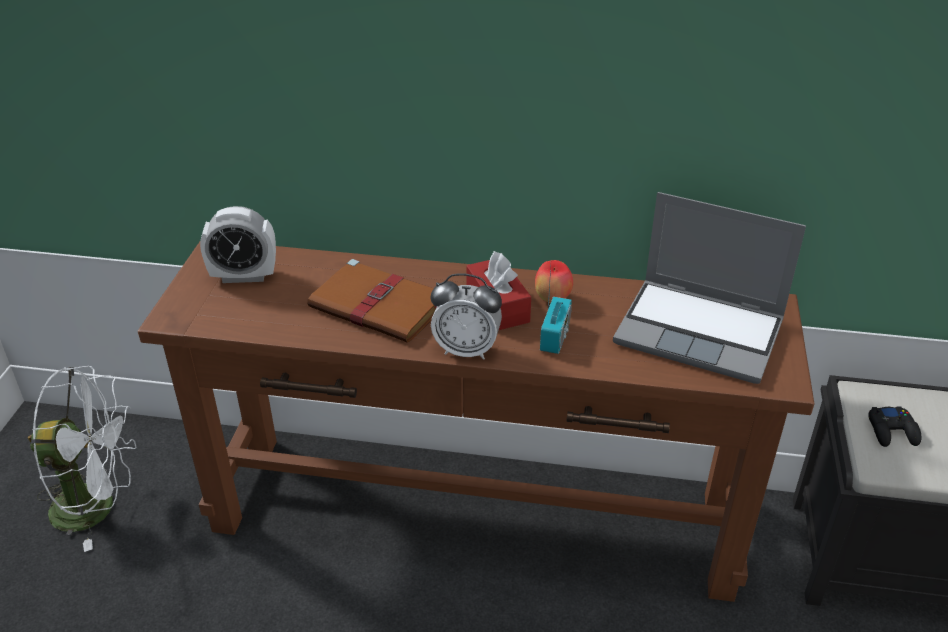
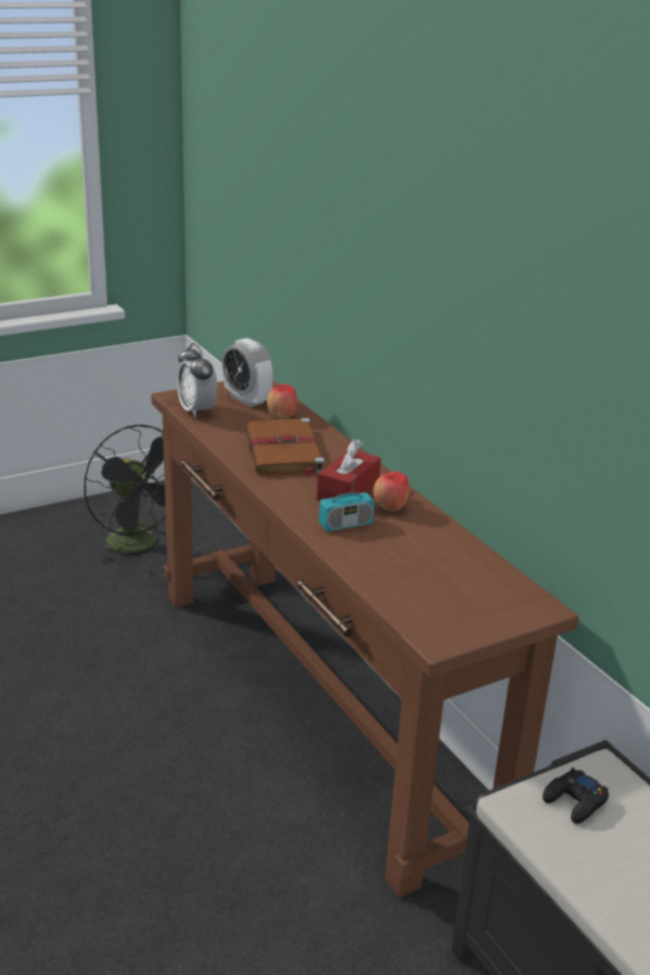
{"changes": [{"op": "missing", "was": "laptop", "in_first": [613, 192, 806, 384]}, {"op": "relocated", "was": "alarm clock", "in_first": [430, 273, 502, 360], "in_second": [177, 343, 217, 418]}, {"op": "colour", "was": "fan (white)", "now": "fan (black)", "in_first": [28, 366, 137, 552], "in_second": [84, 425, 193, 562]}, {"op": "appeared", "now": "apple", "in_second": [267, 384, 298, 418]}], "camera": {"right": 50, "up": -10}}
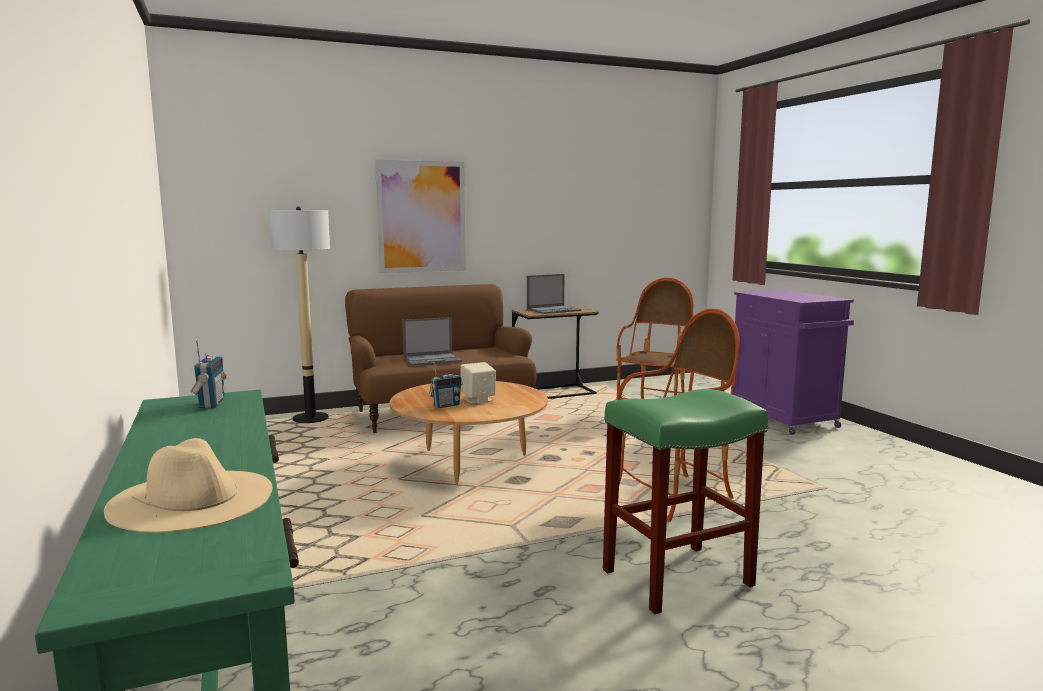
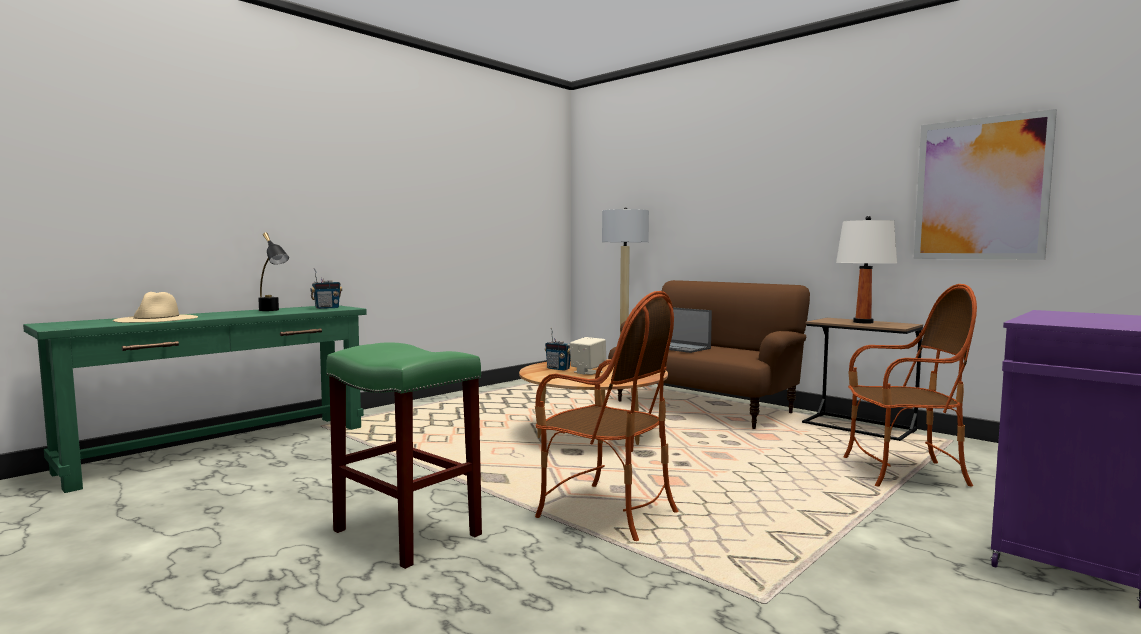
{"changes": [{"op": "relocated", "was": "picture", "in_first": [375, 160, 466, 273], "in_second": [914, 109, 1057, 260]}, {"op": "exchanged", "was": "laptop", "now": "table lamp (white)", "in_first": [527, 274, 582, 314], "in_second": [836, 216, 897, 324]}, {"op": "appeared", "now": "table lamp (black)", "in_second": [258, 232, 289, 311]}], "camera": {"right": 65, "up": -5}}
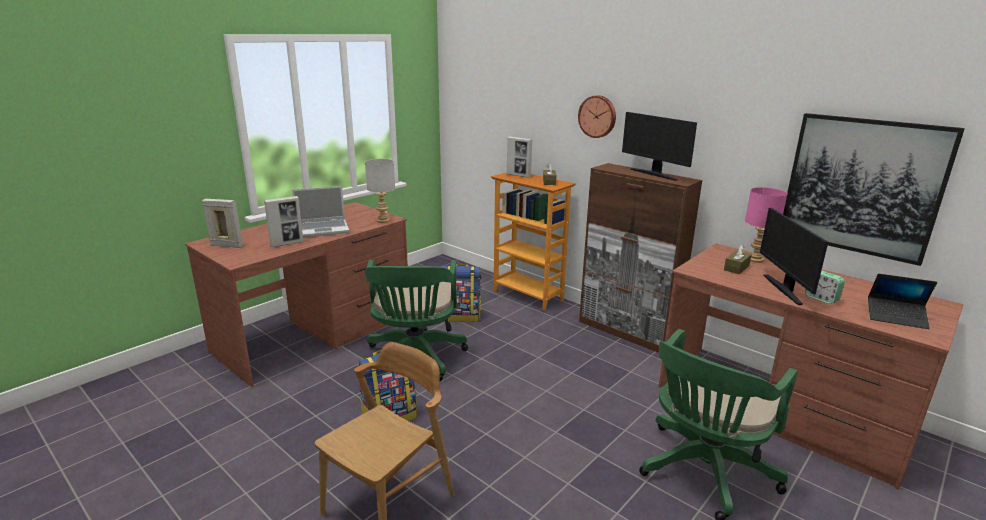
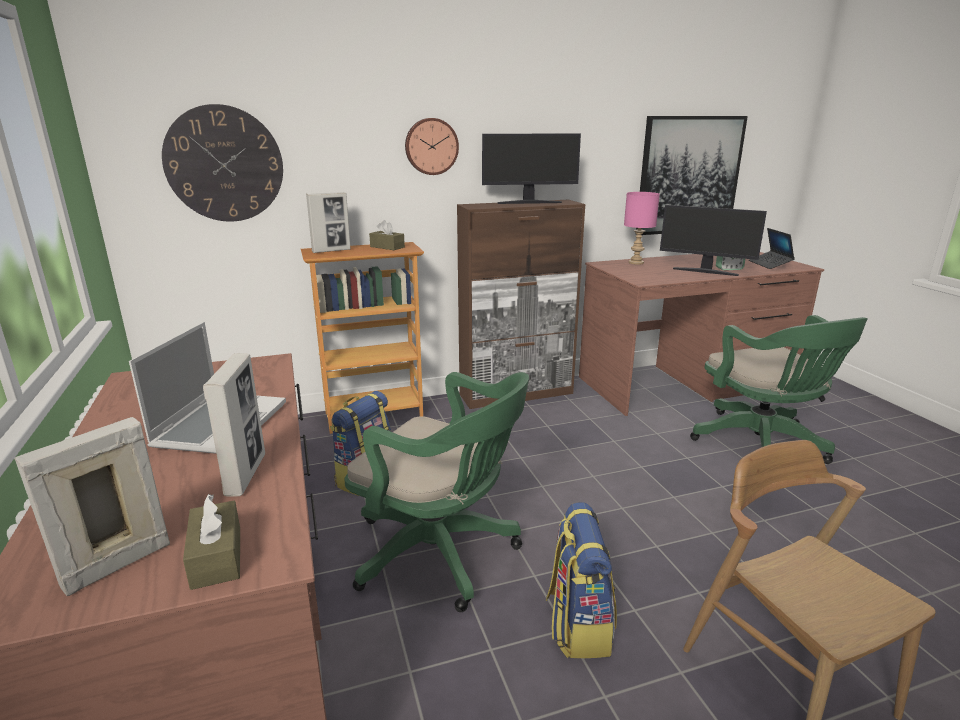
{"changes": [{"op": "missing", "was": "table lamp (grey)", "in_first": [365, 159, 395, 223]}, {"op": "relocated", "was": "tissue box (brown)", "in_first": [724, 245, 752, 274], "in_second": [183, 494, 240, 590]}, {"op": "spun", "was": "laptop", "in_first": [868, 274, 937, 329], "in_second": [749, 228, 795, 269], "clockwise": 120}, {"op": "appeared", "now": "wall clock", "in_second": [162, 104, 283, 222]}], "camera": {"right": -60, "up": 0}}
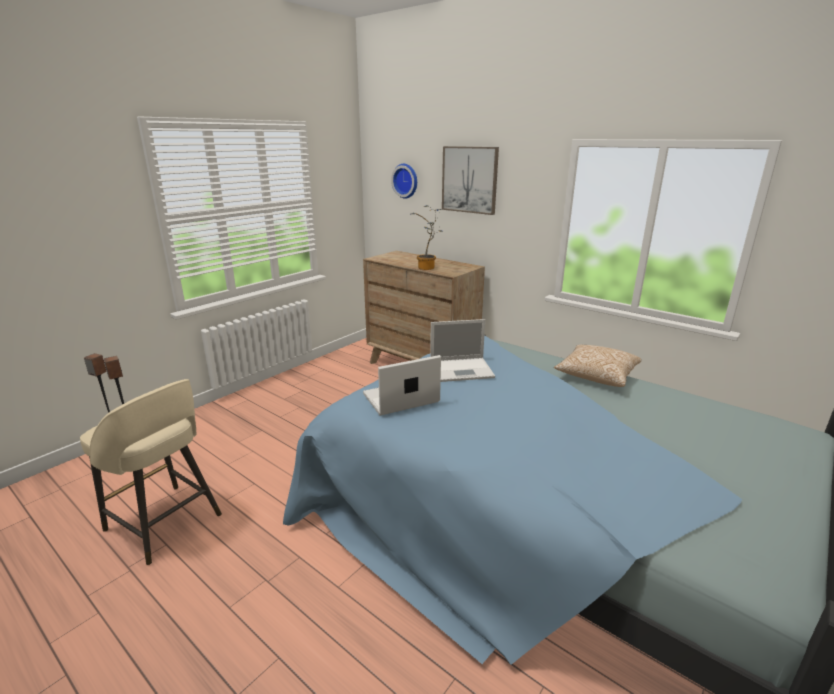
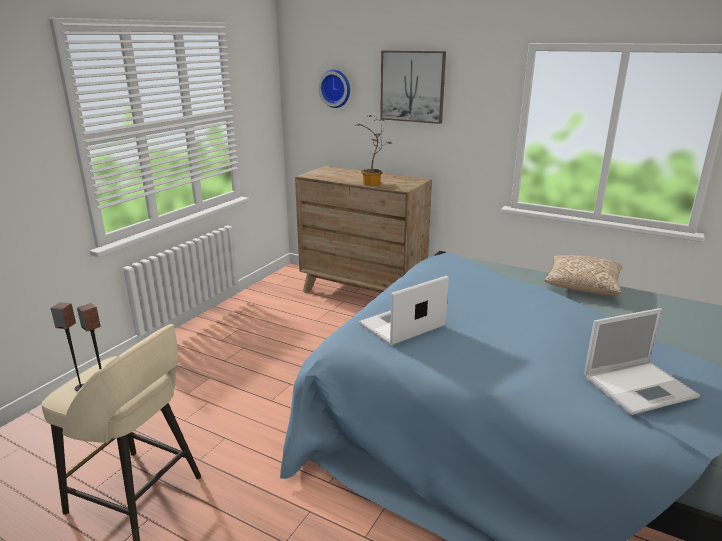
{"changes": [{"op": "relocated", "was": "laptop", "in_first": [430, 319, 495, 382], "in_second": [584, 308, 700, 415]}], "camera": {"right": -10, "up": 0}}
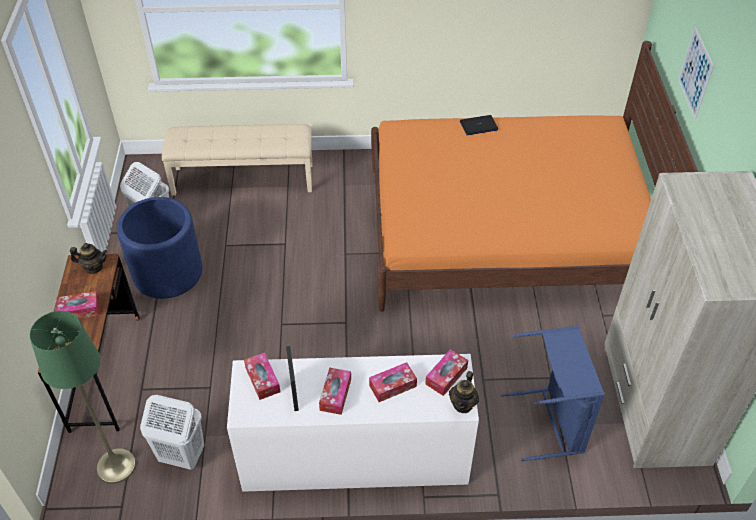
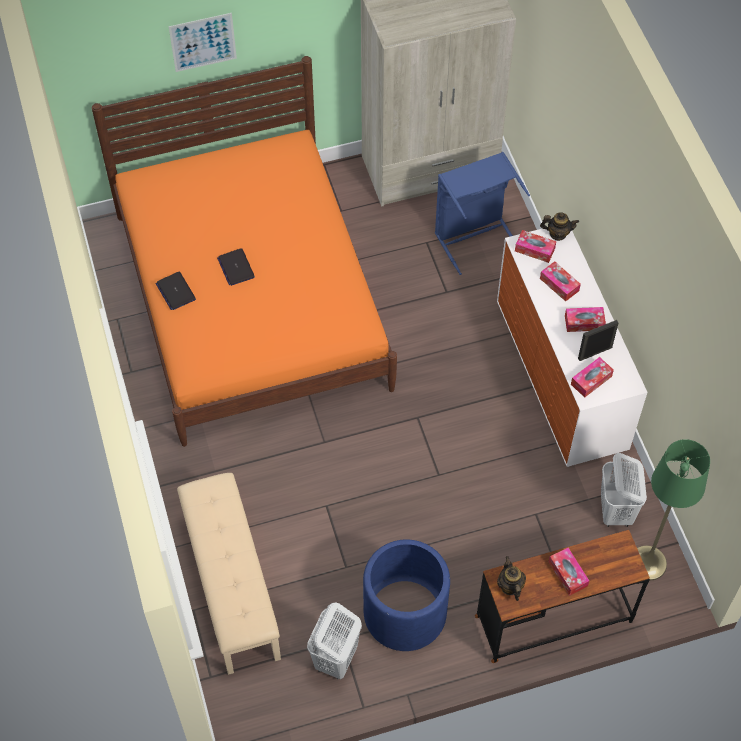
{"changes": [{"op": "appeared", "now": "laptop", "in_second": [217, 248, 255, 286]}], "camera": {"right": -105, "up": 10}}
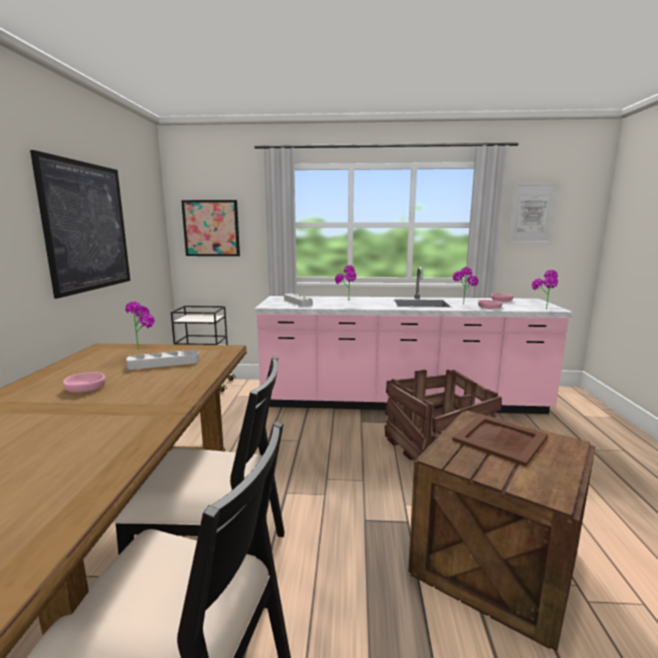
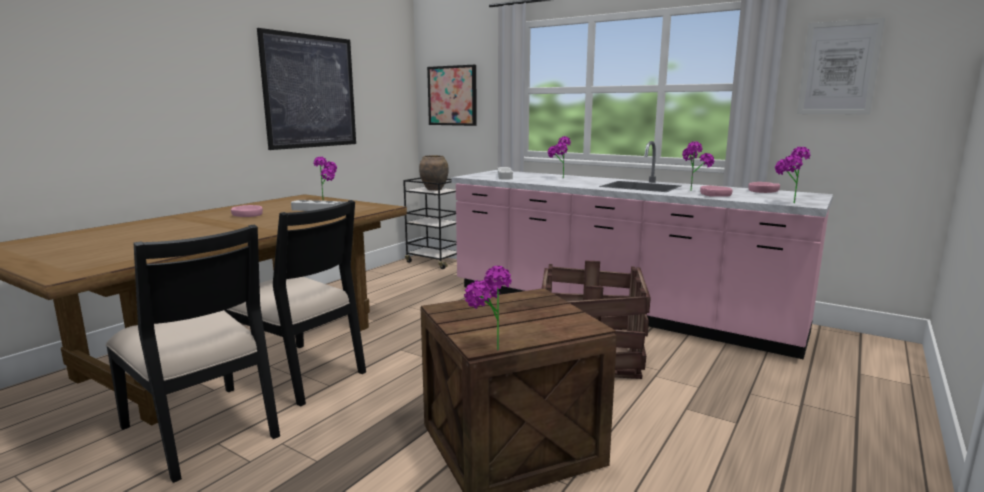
{"changes": [{"op": "missing", "was": "tray (brown)", "in_first": [452, 414, 548, 466]}, {"op": "appeared", "now": "vase (brown)", "in_second": [419, 155, 449, 190]}, {"op": "appeared", "now": "potted plant", "in_second": [464, 266, 511, 351]}], "camera": {"right": 30, "up": 0}}
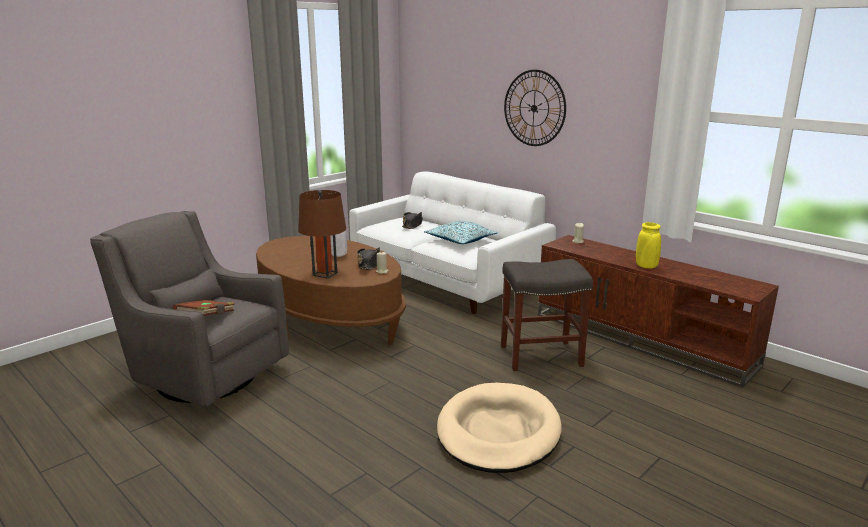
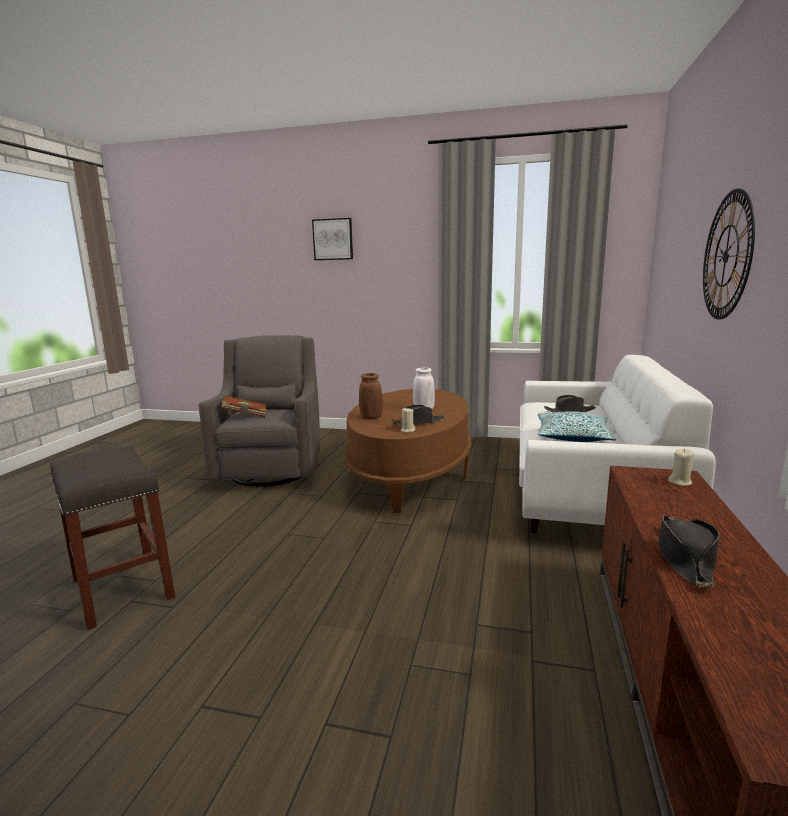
{"changes": [{"op": "exchanged", "was": "table lamp (brown)", "now": "vase (brown)", "in_first": [298, 190, 346, 278], "in_second": [359, 373, 383, 419]}, {"op": "exchanged", "was": "vase (yellow)", "now": "hat (black)", "in_first": [636, 222, 661, 269], "in_second": [658, 515, 720, 588]}, {"op": "relocated", "was": "stool (grey)", "in_first": [501, 259, 593, 371], "in_second": [50, 446, 175, 630]}, {"op": "missing", "was": "dog bed (beige)", "in_first": [437, 383, 562, 473]}, {"op": "appeared", "now": "picture", "in_second": [312, 218, 353, 260]}], "camera": {"right": 60, "up": -5}}
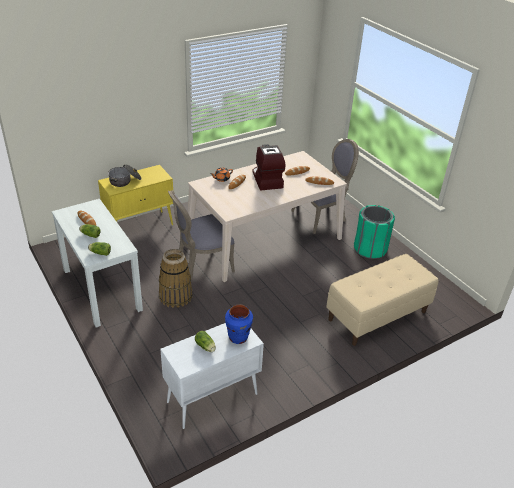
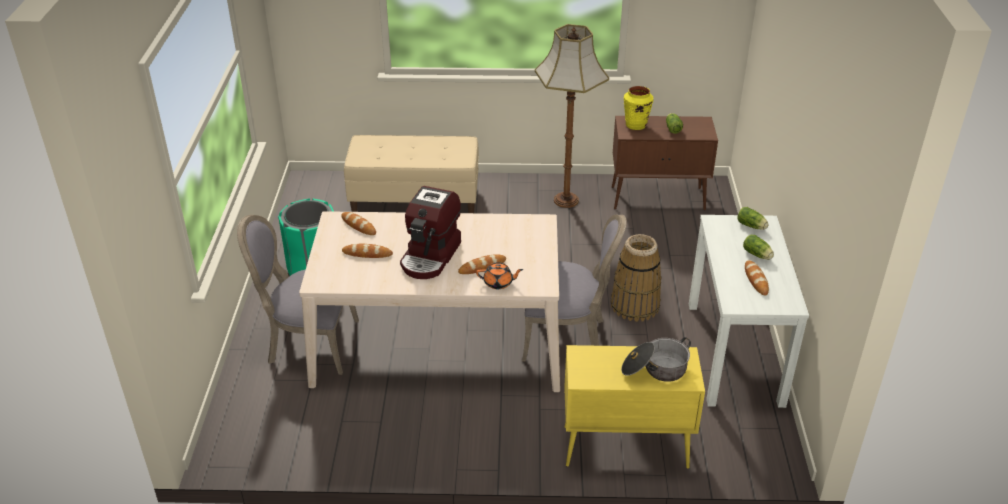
{"changes": [{"op": "colour", "was": "vase (blue)", "now": "vase (yellow)", "in_first": [225, 304, 253, 344], "in_second": [624, 86, 653, 130]}, {"op": "colour", "was": "cabinet (white)", "now": "cabinet (brown)", "in_first": [160, 323, 264, 429], "in_second": [612, 116, 718, 211]}, {"op": "appeared", "now": "floor lamp", "in_second": [535, 24, 609, 208]}], "camera": {"right": -145, "up": 0}}
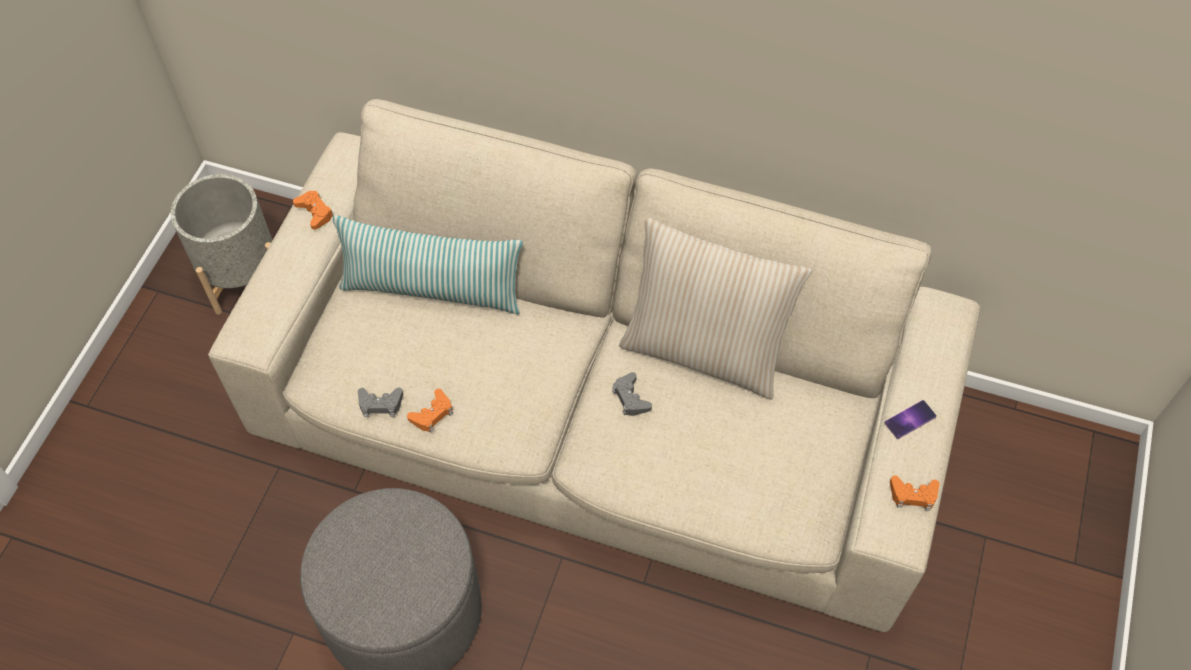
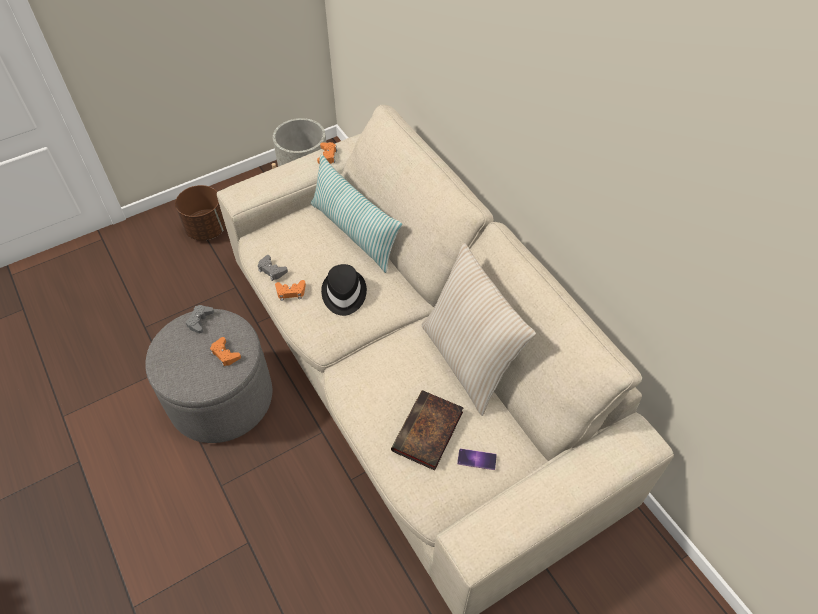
{"changes": [{"op": "relocated", "was": "game controller (grey)", "in_first": [612, 372, 652, 416], "in_second": [185, 305, 214, 333]}, {"op": "relocated", "was": "phone", "in_first": [885, 400, 937, 439], "in_second": [457, 449, 497, 470]}, {"op": "relocated", "was": "game controller (orange)", "in_first": [890, 475, 939, 511], "in_second": [210, 337, 241, 367]}, {"op": "appeared", "now": "planter (brown)", "in_second": [175, 185, 226, 240]}, {"op": "appeared", "now": "hat (black)", "in_second": [321, 264, 367, 316]}, {"op": "appeared", "now": "book", "in_second": [391, 390, 464, 471]}], "camera": {"right": 40, "up": -5}}
